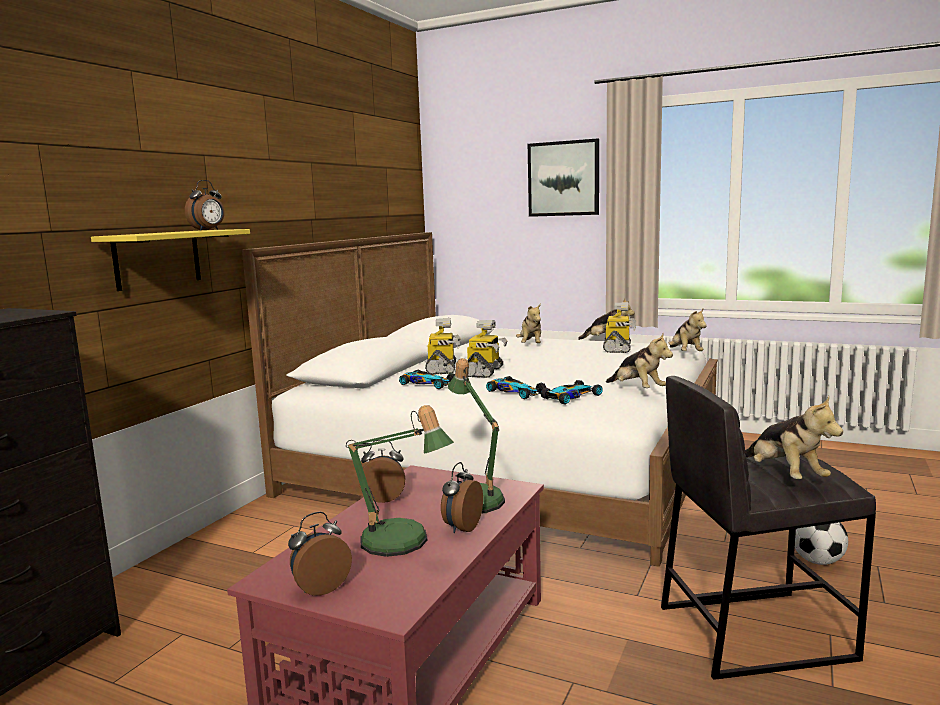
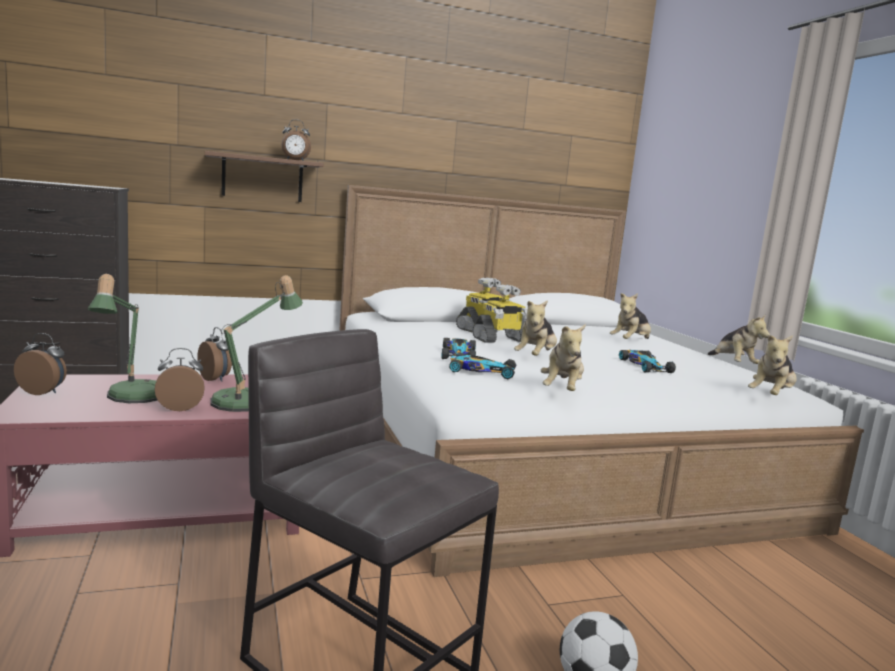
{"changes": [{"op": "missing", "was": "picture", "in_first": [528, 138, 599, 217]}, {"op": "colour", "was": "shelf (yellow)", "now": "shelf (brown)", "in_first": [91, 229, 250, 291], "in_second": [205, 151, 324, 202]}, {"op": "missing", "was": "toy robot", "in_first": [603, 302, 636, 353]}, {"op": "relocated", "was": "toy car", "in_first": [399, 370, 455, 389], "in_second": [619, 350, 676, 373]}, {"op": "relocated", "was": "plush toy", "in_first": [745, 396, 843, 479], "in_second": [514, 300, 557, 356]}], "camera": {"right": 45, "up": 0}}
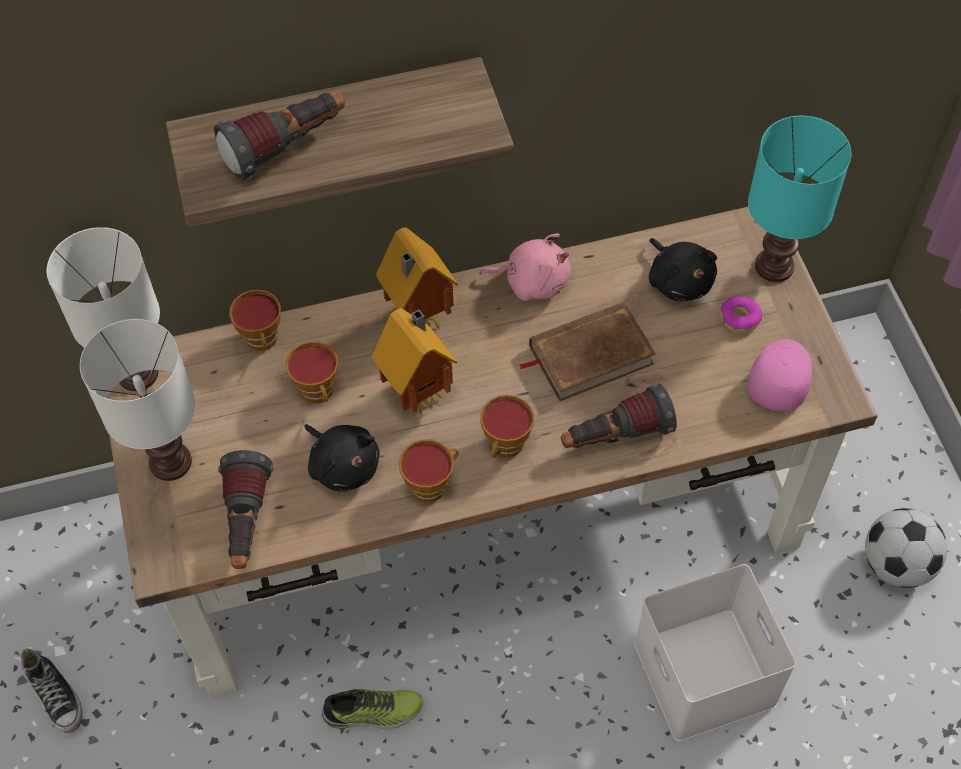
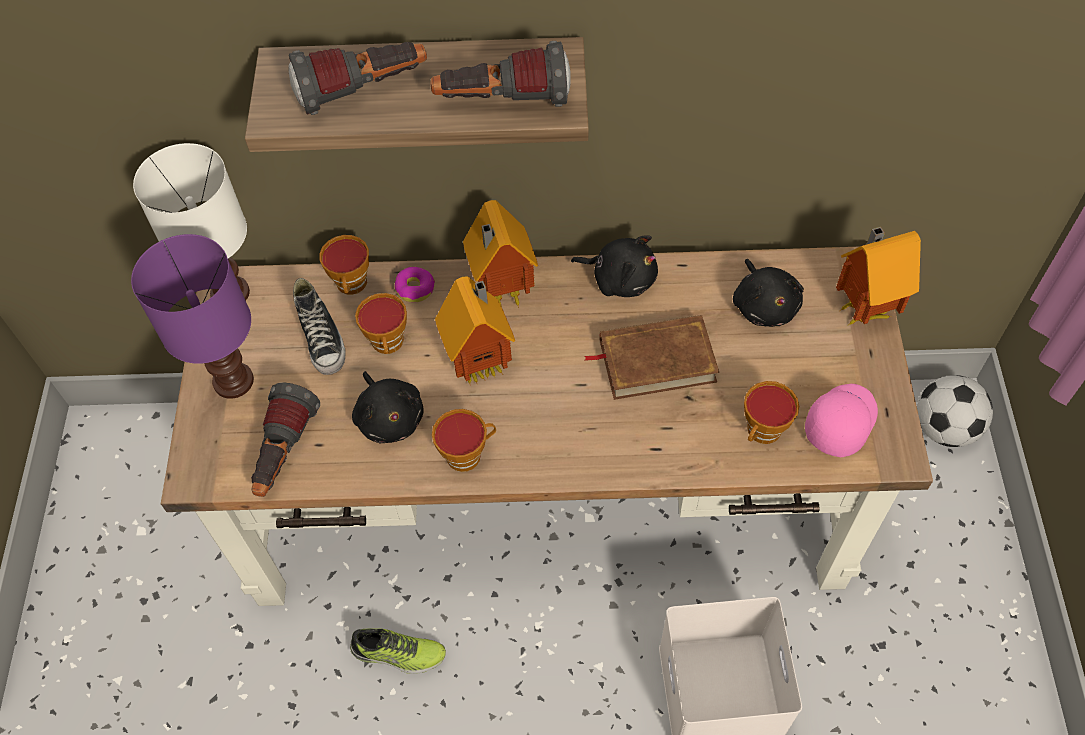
{"changes": [{"op": "exchanged", "was": "table lamp (turquoise)", "now": "toy house", "in_first": [748, 116, 851, 282], "in_second": [836, 227, 921, 326]}, {"op": "colour", "was": "plush toy (pink)", "now": "plush toy (black)", "in_first": [480, 233, 571, 301], "in_second": [571, 235, 658, 297]}, {"op": "relocated", "was": "donut", "in_first": [720, 296, 762, 333], "in_second": [395, 267, 435, 302]}, {"op": "colour", "was": "table lamp (white)", "now": "table lamp (purple)", "in_first": [80, 319, 196, 481], "in_second": [131, 234, 254, 399]}, {"op": "relocated", "was": "flashlight", "in_first": [561, 383, 677, 448], "in_second": [430, 41, 571, 107]}, {"op": "relocated", "was": "cup", "in_first": [480, 395, 534, 458], "in_second": [744, 381, 799, 444]}, {"op": "relocated", "was": "football", "in_first": [865, 508, 947, 588], "in_second": [917, 375, 993, 447]}, {"op": "relocated", "was": "shoe", "in_first": [21, 649, 83, 733], "in_second": [293, 278, 346, 375]}], "camera": {"right": 15, "up": 0}}
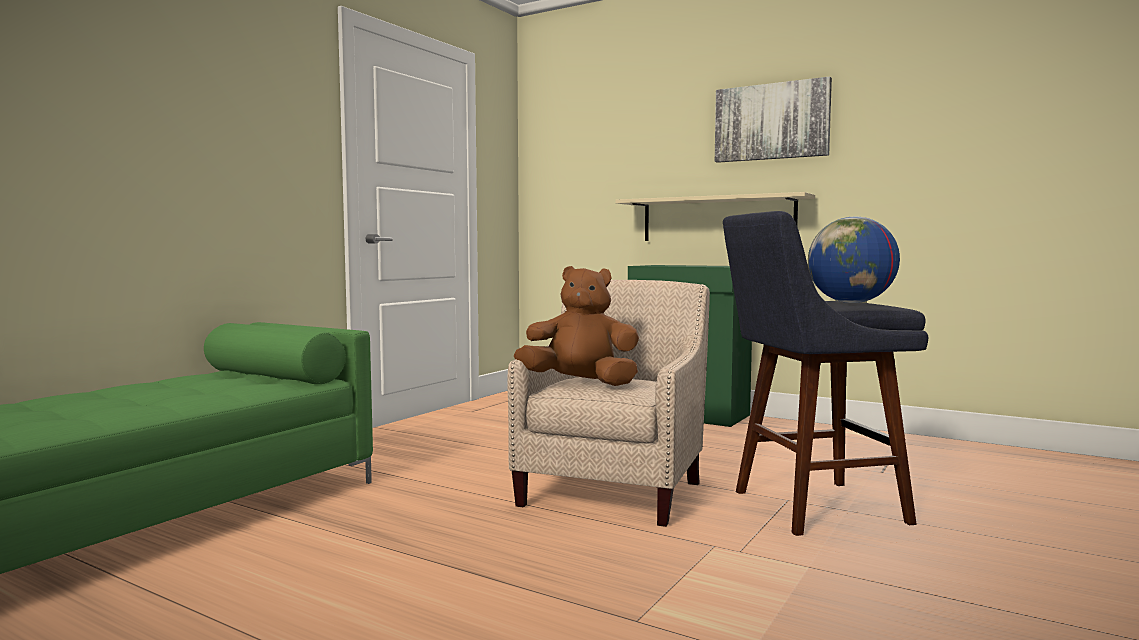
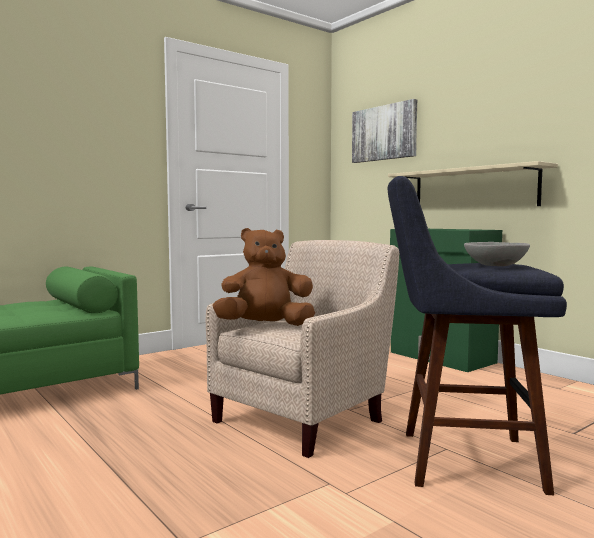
{"changes": [{"op": "relocated", "was": "picture", "in_first": [715, 76, 832, 163], "in_second": [352, 99, 417, 163]}, {"op": "exchanged", "was": "globe", "now": "bowl (grey)", "in_first": [808, 217, 900, 303], "in_second": [464, 242, 530, 266]}, {"op": "spun", "was": "plush toy (brown)", "in_first": [513, 266, 639, 386], "in_second": [213, 228, 315, 326], "clockwise": -45}], "camera": {"right": 20, "up": 0}}
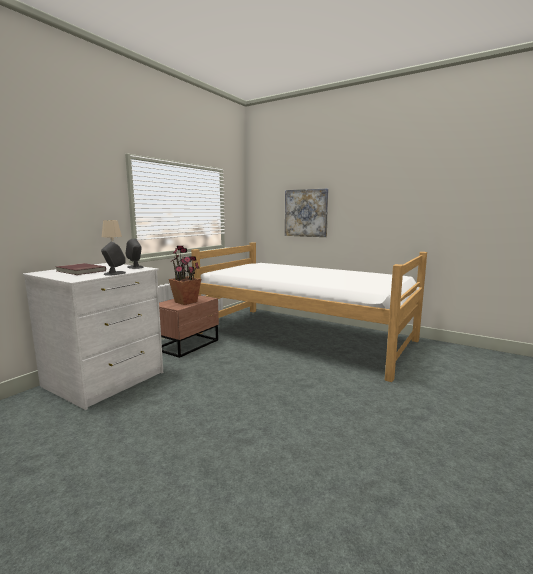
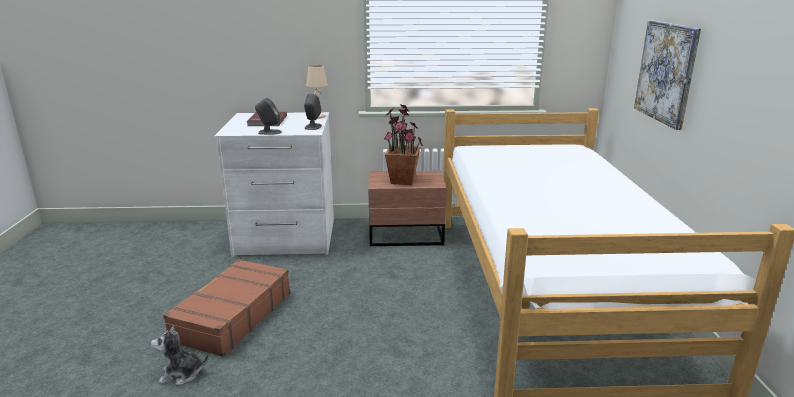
{"changes": [{"op": "appeared", "now": "suitcase (brown)", "in_second": [163, 259, 290, 357]}, {"op": "appeared", "now": "plush toy", "in_second": [151, 325, 209, 386]}], "camera": {"right": 55, "up": 10}}
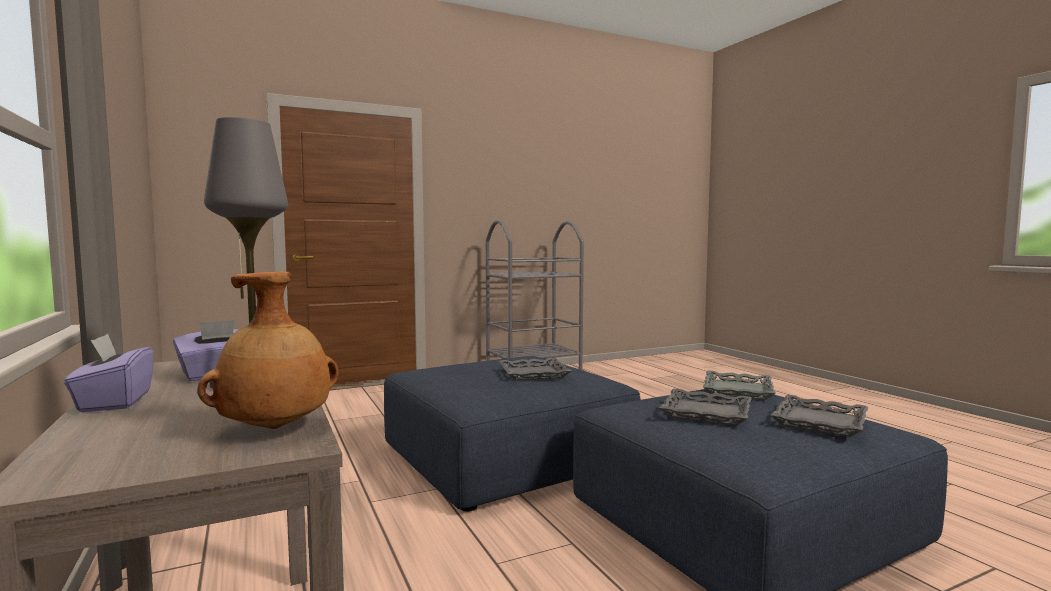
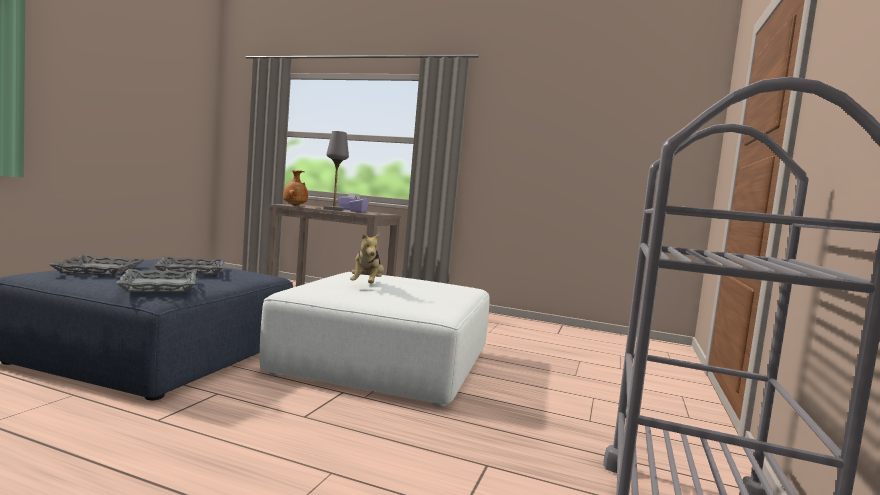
{"changes": [{"op": "colour", "was": "ottoman (blue)", "now": "ottoman (white)", "in_first": [384, 356, 641, 512], "in_second": [259, 272, 490, 407]}, {"op": "exchanged", "was": "tray (grey)", "now": "plush toy", "in_first": [499, 358, 571, 381], "in_second": [350, 233, 384, 283]}], "camera": {"right": 135, "up": 0}}
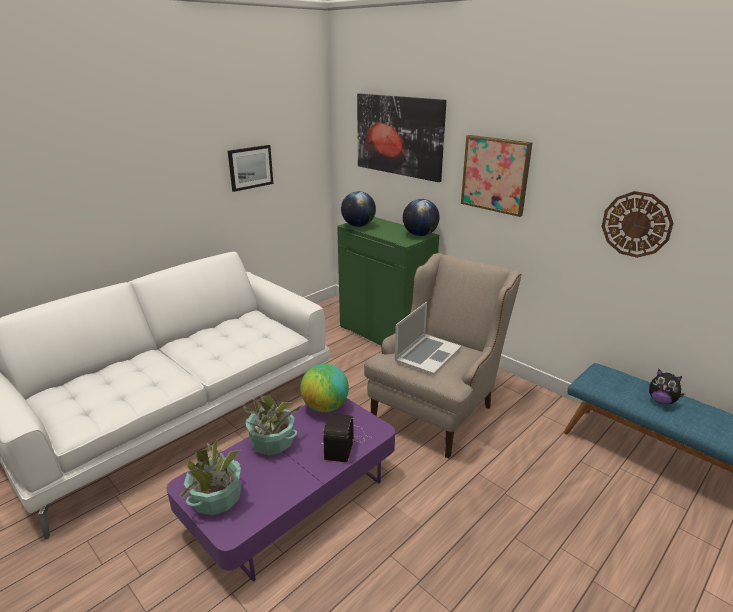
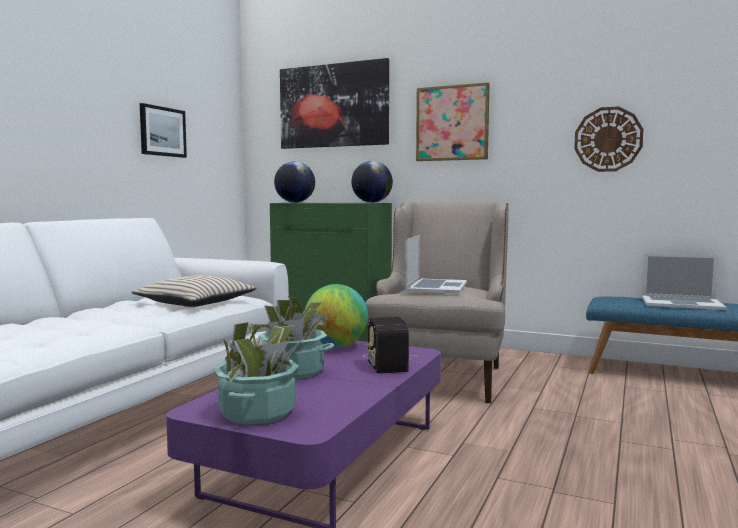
{"changes": [{"op": "exchanged", "was": "plush toy", "now": "laptop", "in_first": [649, 369, 684, 404], "in_second": [642, 253, 727, 310]}, {"op": "appeared", "now": "pillow (beige)", "in_second": [131, 275, 257, 307]}], "camera": {"right": -20, "up": -20}}
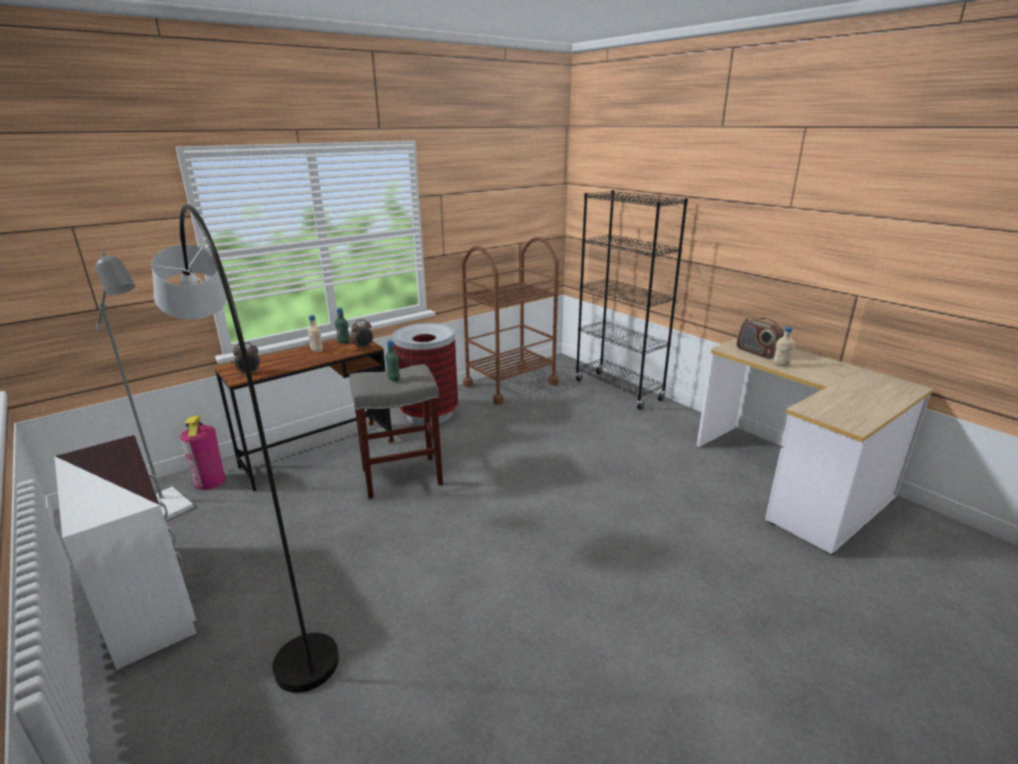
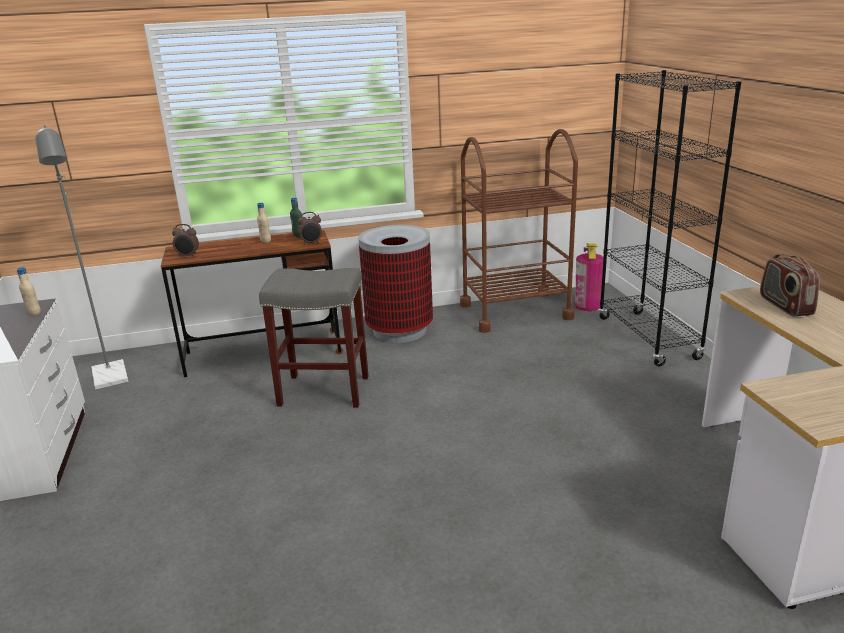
{"changes": [{"op": "missing", "was": "floor lamp (grey)", "in_first": [152, 204, 339, 693]}, {"op": "relocated", "was": "bottle (beige)", "in_first": [773, 327, 795, 367], "in_second": [17, 267, 41, 316]}, {"op": "missing", "was": "bottle (green)", "in_first": [386, 340, 400, 382]}, {"op": "relocated", "was": "fire extinguisher", "in_first": [180, 415, 226, 490], "in_second": [575, 243, 603, 311]}], "camera": {"right": 25, "up": 0}}
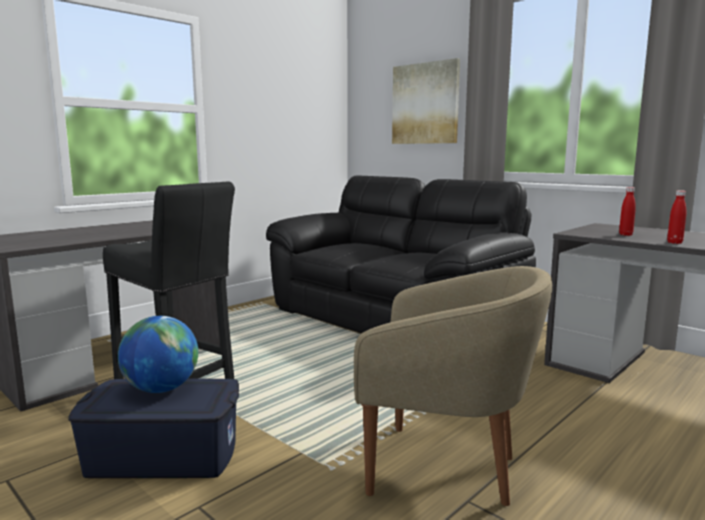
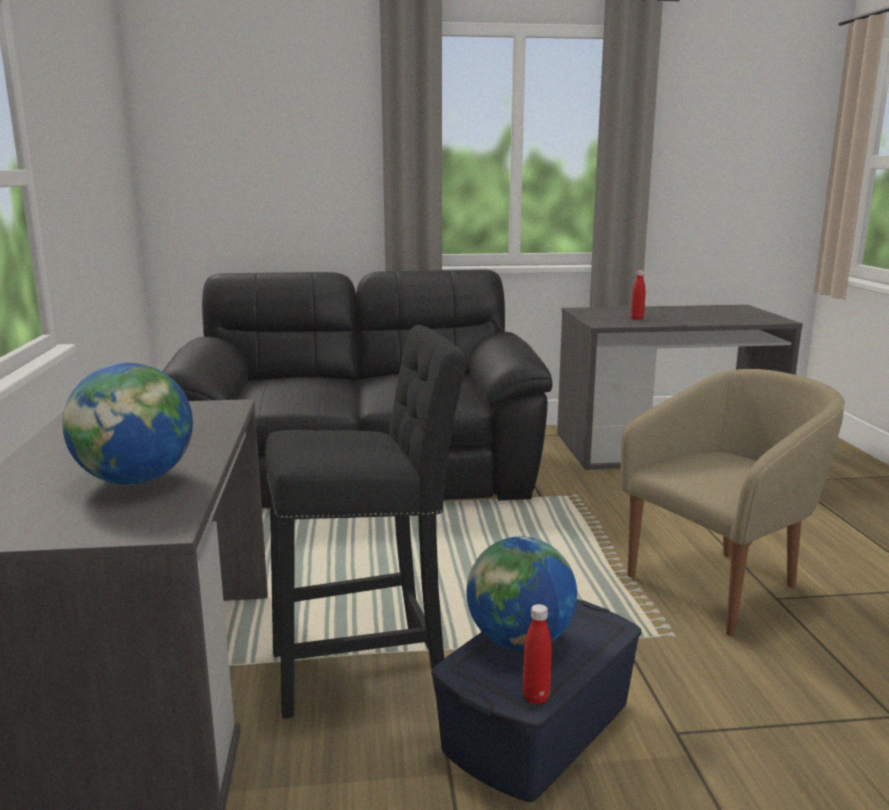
{"changes": [{"op": "missing", "was": "picture", "in_first": [392, 58, 460, 144]}, {"op": "relocated", "was": "bottle (red)", "in_first": [667, 190, 686, 244], "in_second": [523, 604, 552, 705]}, {"op": "appeared", "now": "globe", "in_second": [62, 363, 193, 485]}], "camera": {"right": -50, "up": 5}}
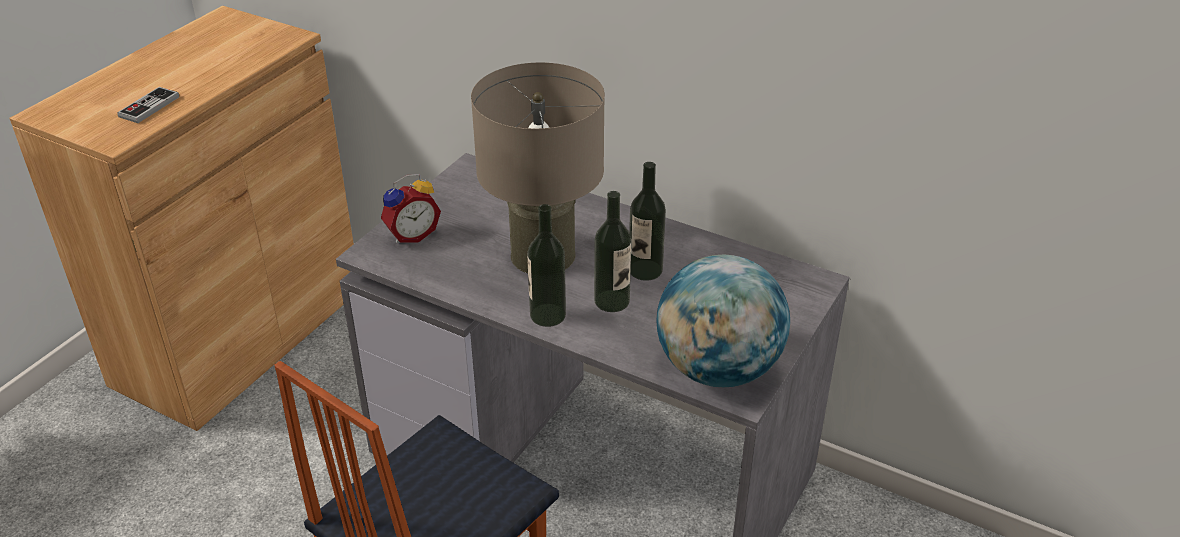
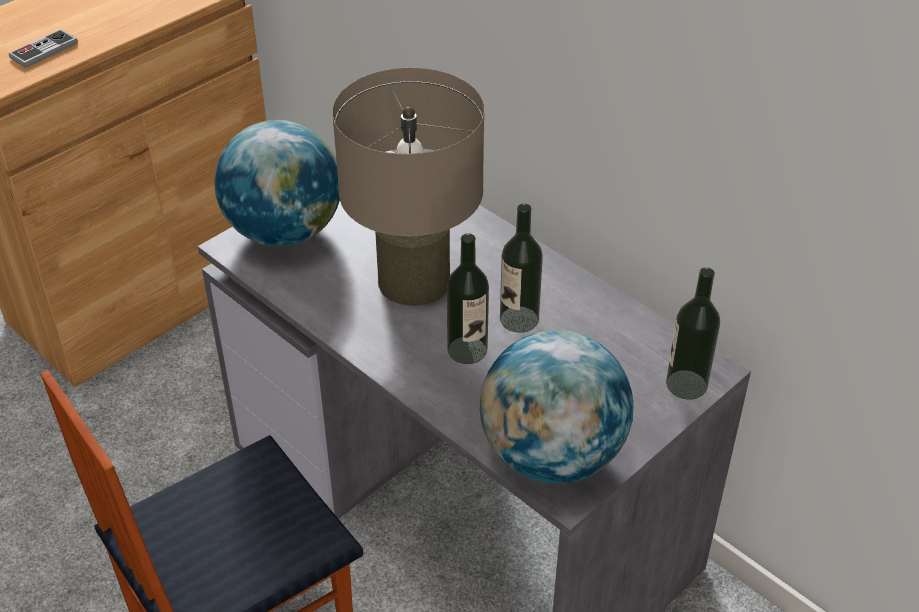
{"changes": [{"op": "exchanged", "was": "alarm clock", "now": "globe", "in_first": [381, 174, 441, 243], "in_second": [215, 120, 340, 247]}, {"op": "relocated", "was": "bottle", "in_first": [527, 204, 566, 327], "in_second": [666, 267, 720, 400]}], "camera": {"right": 15, "up": 5}}
